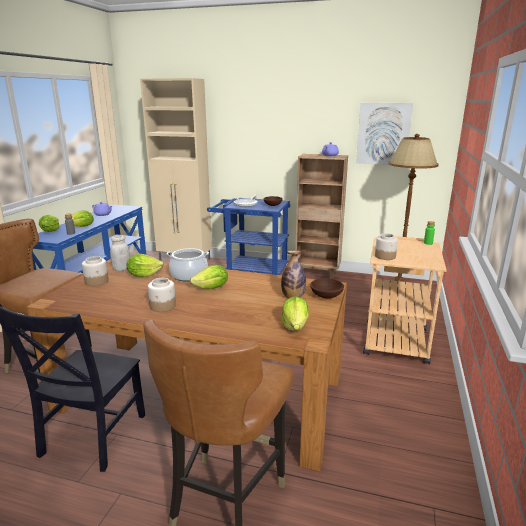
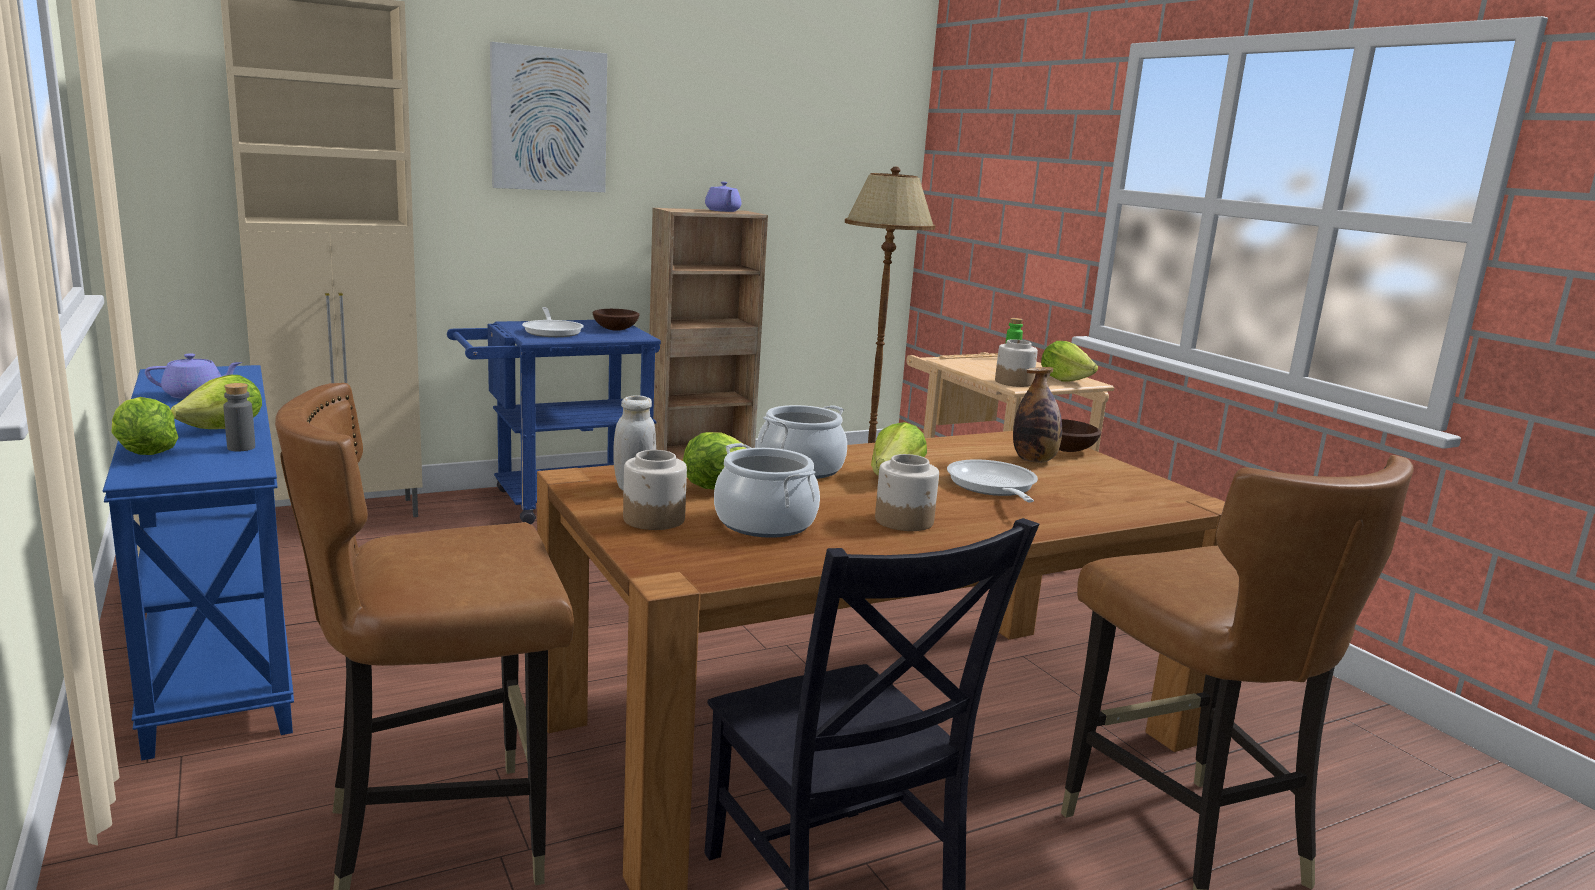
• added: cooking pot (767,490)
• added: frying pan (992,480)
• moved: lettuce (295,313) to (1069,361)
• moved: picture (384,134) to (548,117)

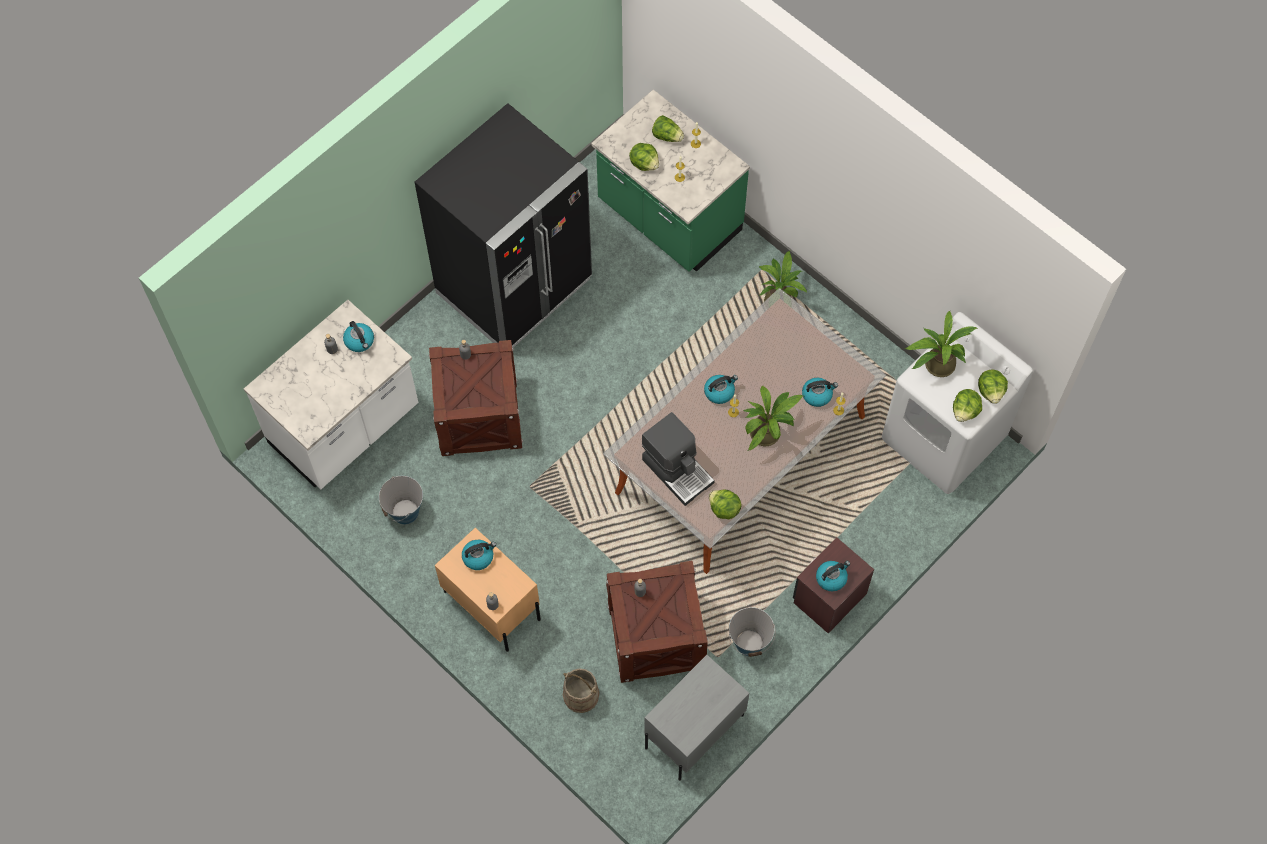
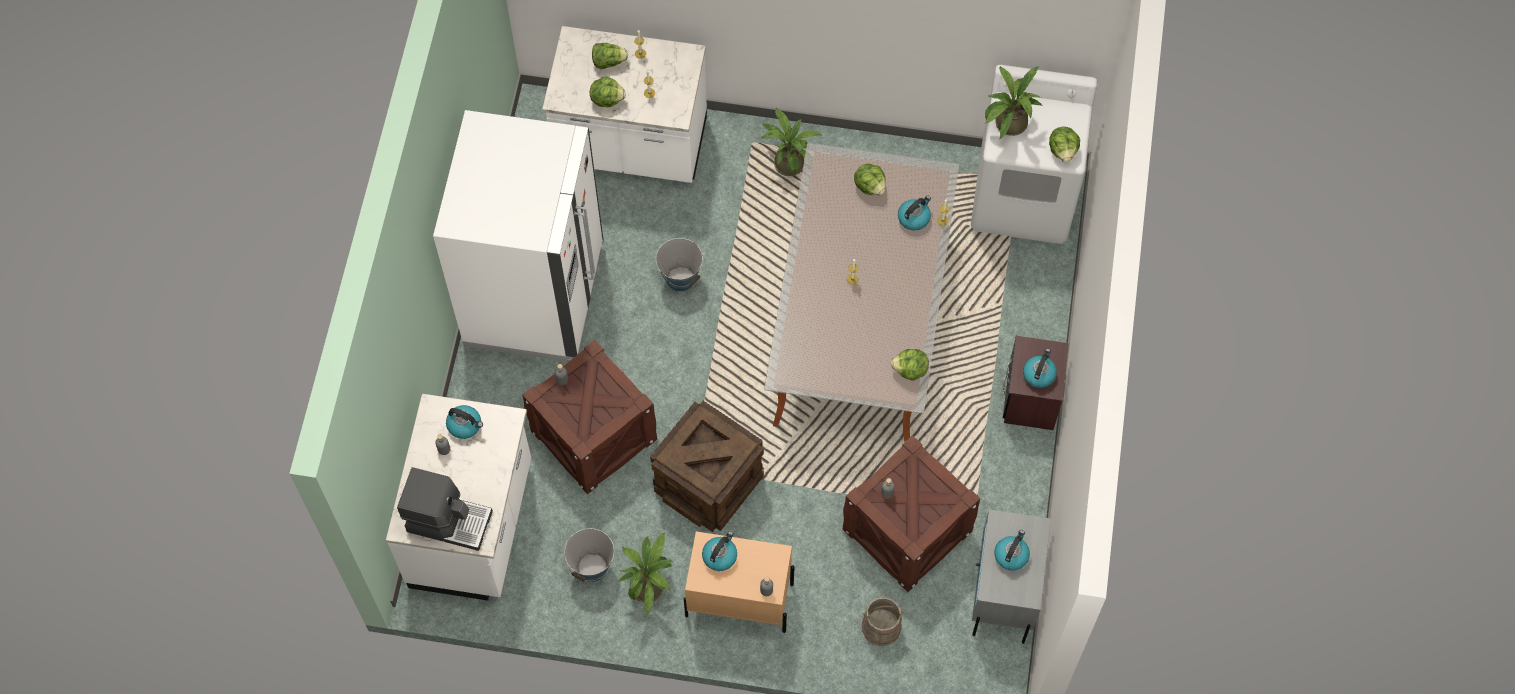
• added: crate (707,466)
• moved: coffee machine (678,459) to (445,509)
• moved: kettle (721,389) to (1012,550)
• moved: bucket (752,632) to (680,265)
• moved: potted plant (773,418) to (645,574)
• moved: lettuce (993,387) to (870,179)
• recoloured: black fridge (503,225) to white fridge (518,235)
• recoloured: green counter (670,181) to white counter (624,104)

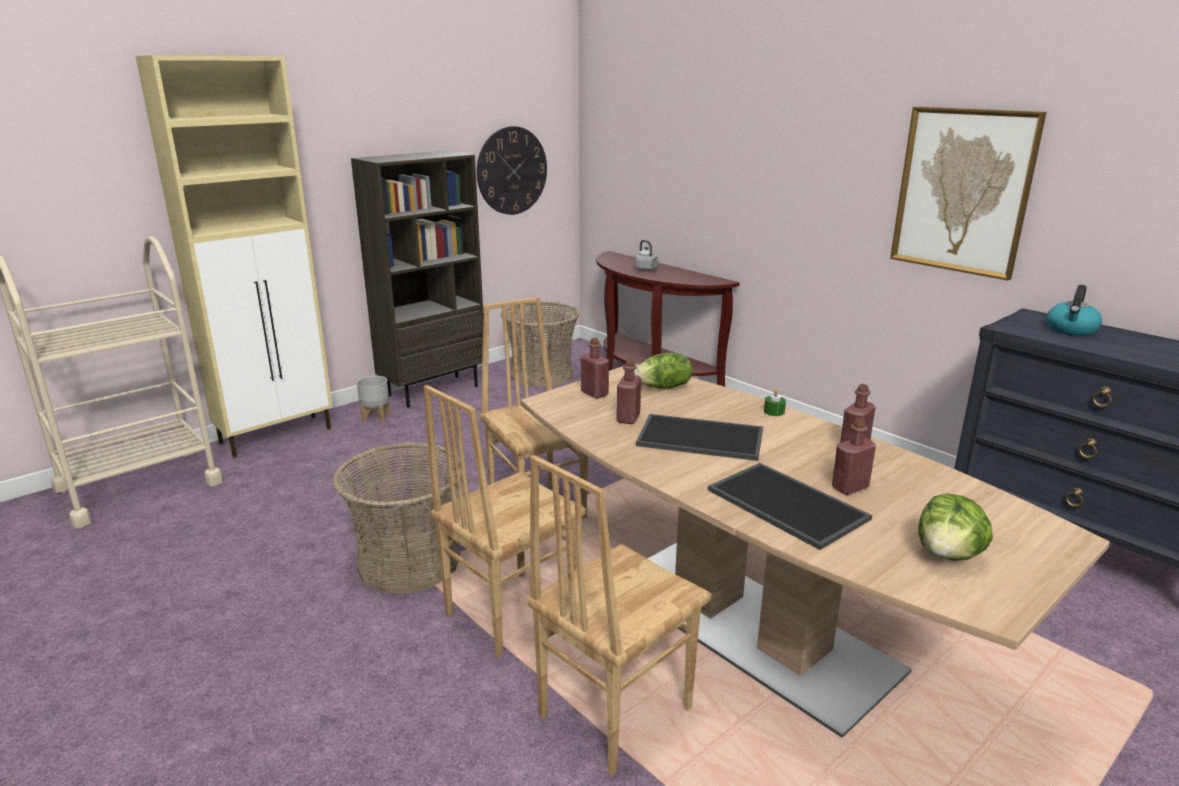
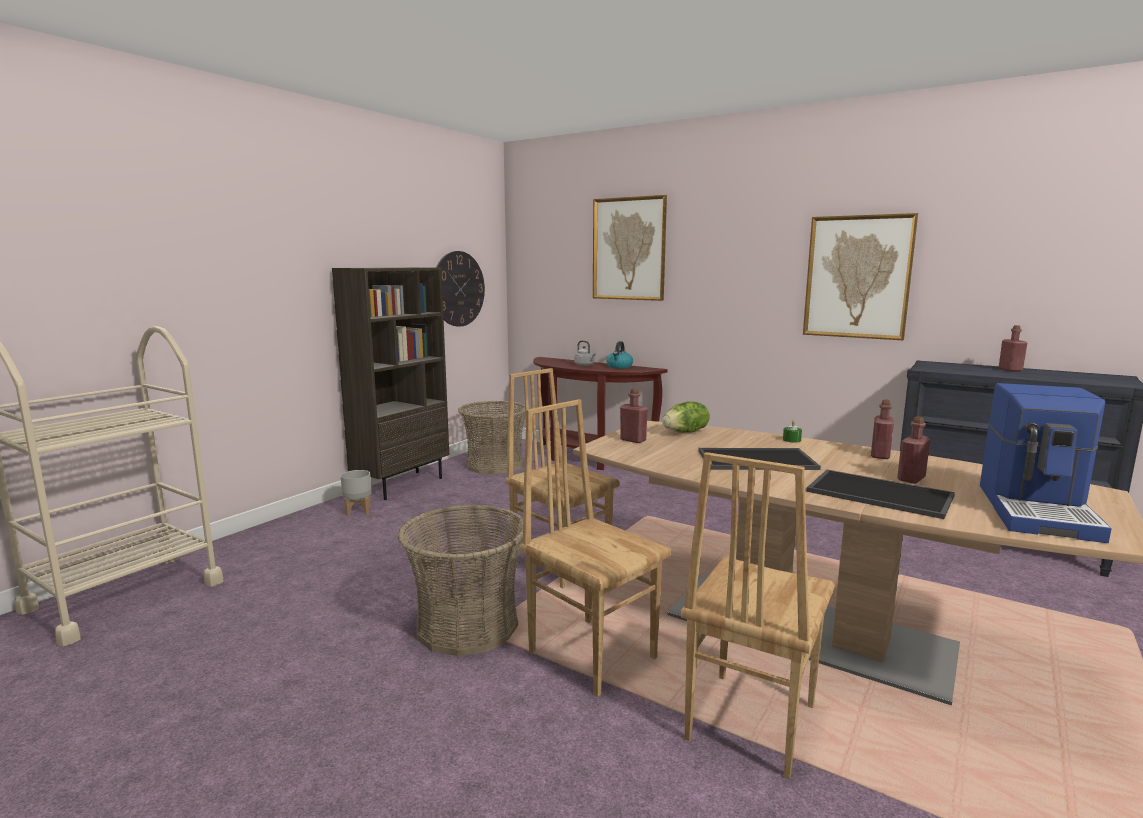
• removed: beige cabinet (234,256)
• added: picture (630,248)
• moved: red bottle (629,391) to (1013,348)
• moved: kettle (1074,310) to (619,354)
• replaced: lettuce (955,527) to coffee machine (1046,463)
• turned: brown chair (505,521) = (595,548) 105 degrees clockwise

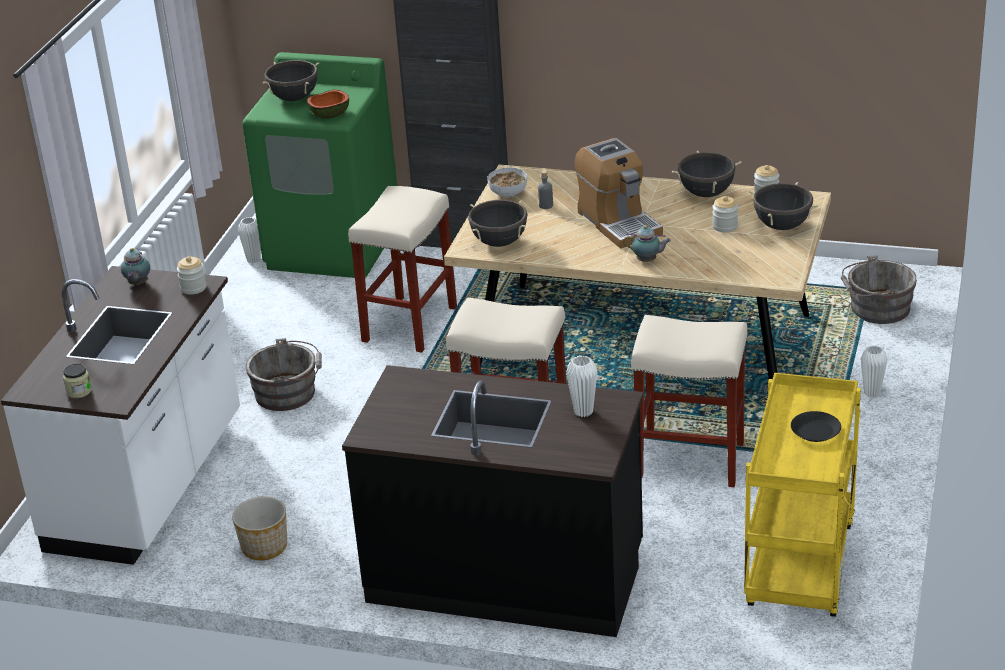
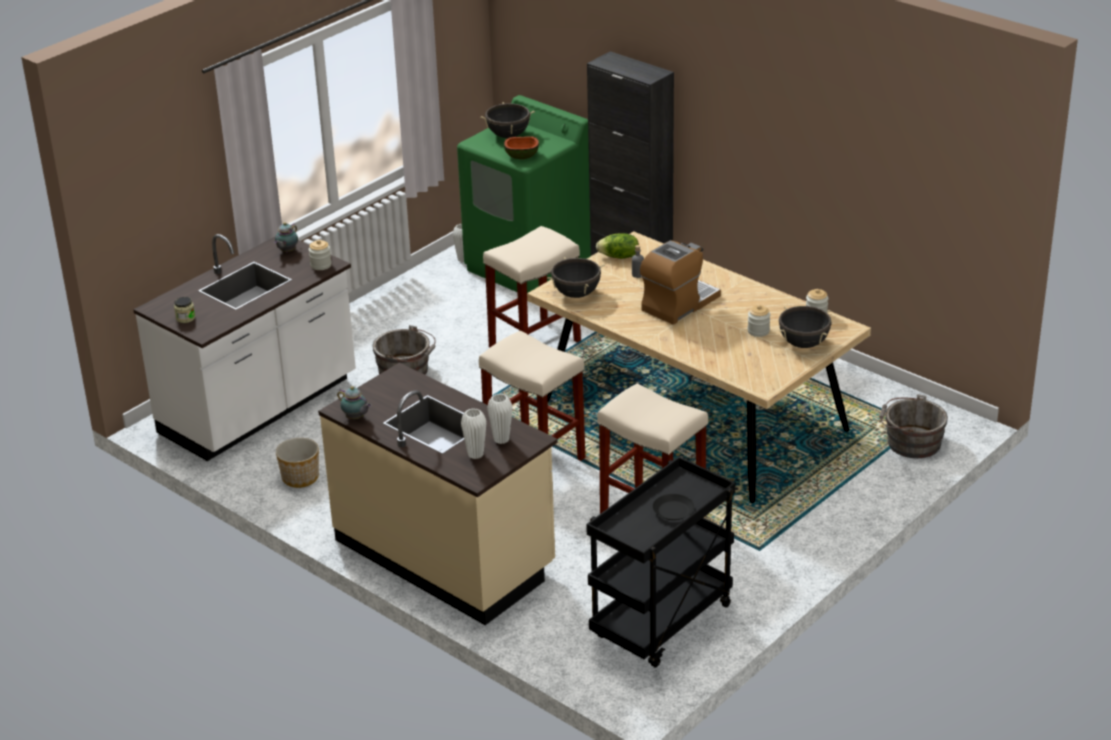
• removed: black cooking pot (706,173)
• moved: teapot (647,243) to (354,402)
• moved: white vase (874,372) to (474,433)
• replaced: bowl (507,183) to lettuce (617,246)
• recoloured: black counter (492,501) to beige counter (438,494)
• recoloured: yellow cart (802,495) to black cart (660,562)
• turned: coffee machine (619,193) = (680,282) 135 degrees counterclockwise

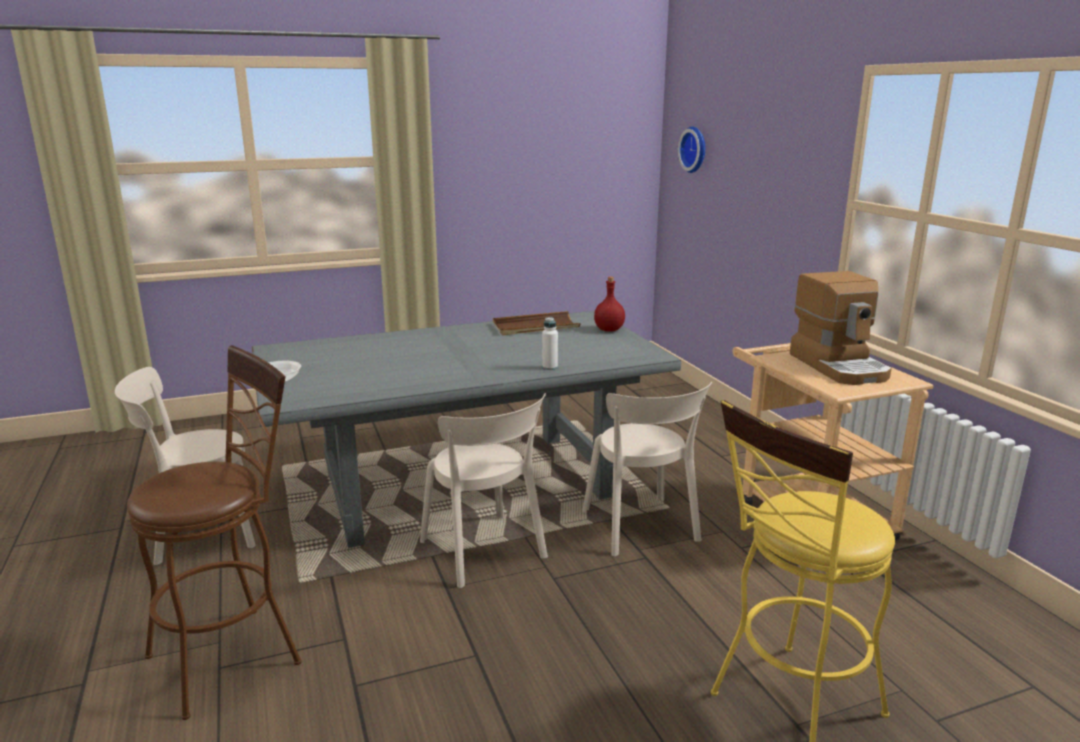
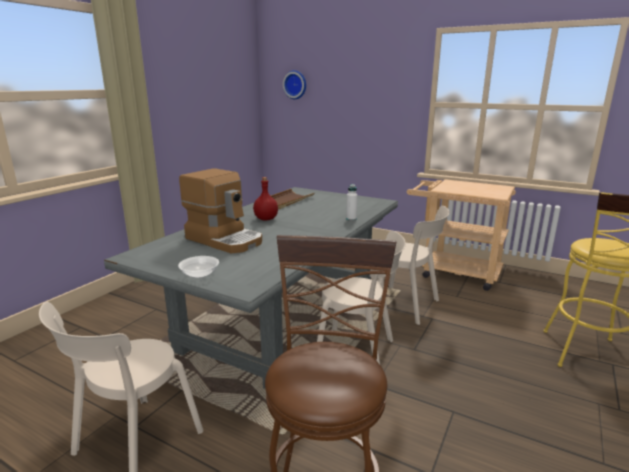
• moved: red bottle (609,304) to (265,199)
• moved: coffee machine (840,328) to (220,211)

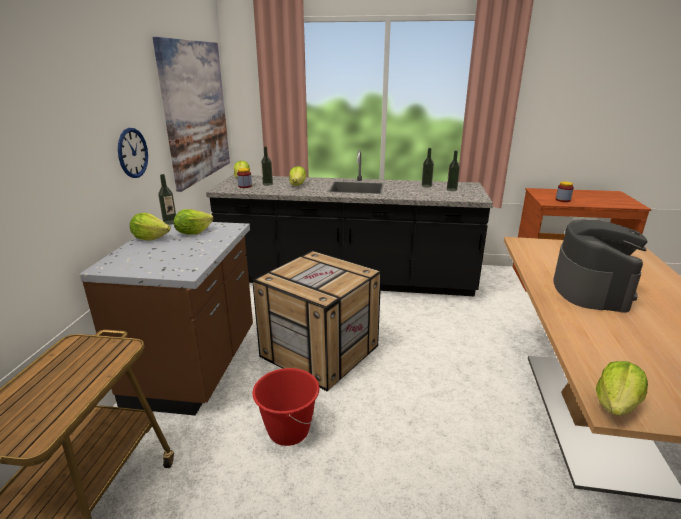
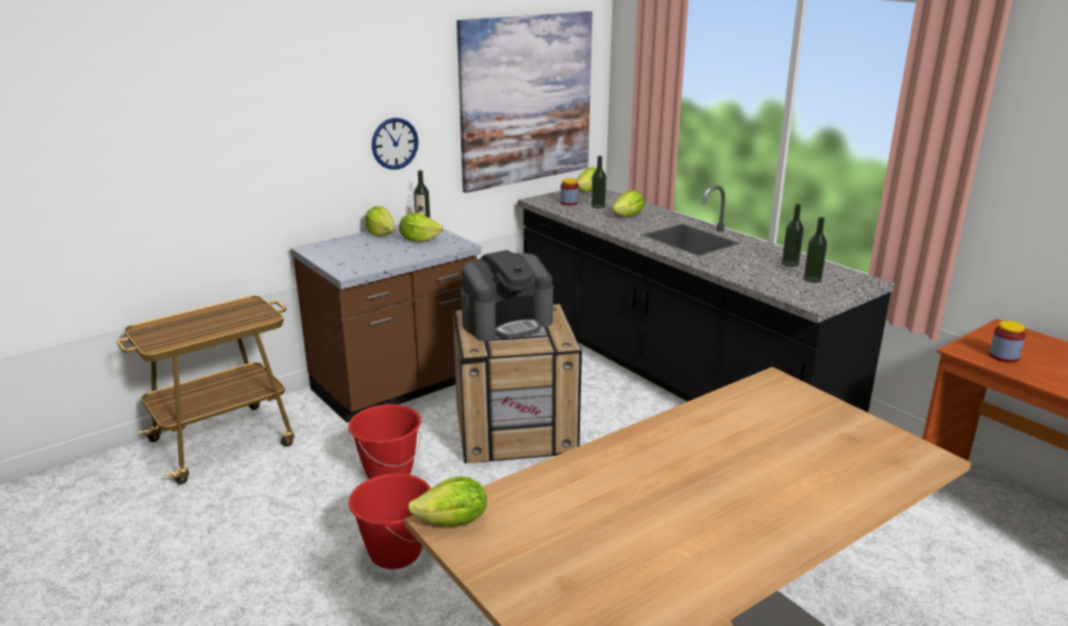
• added: red bucket (390,521)
• moved: coffee machine (600,266) to (507,295)

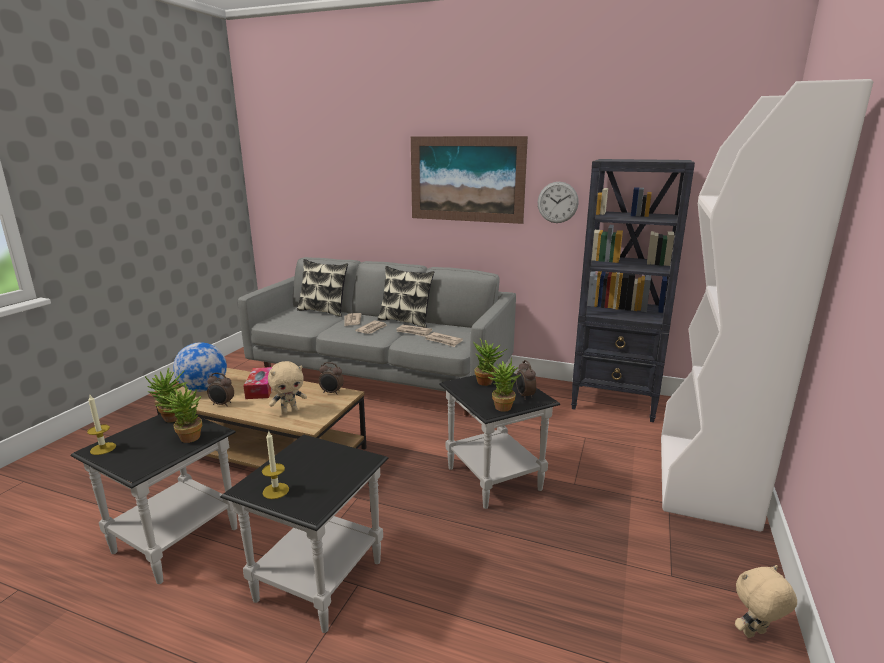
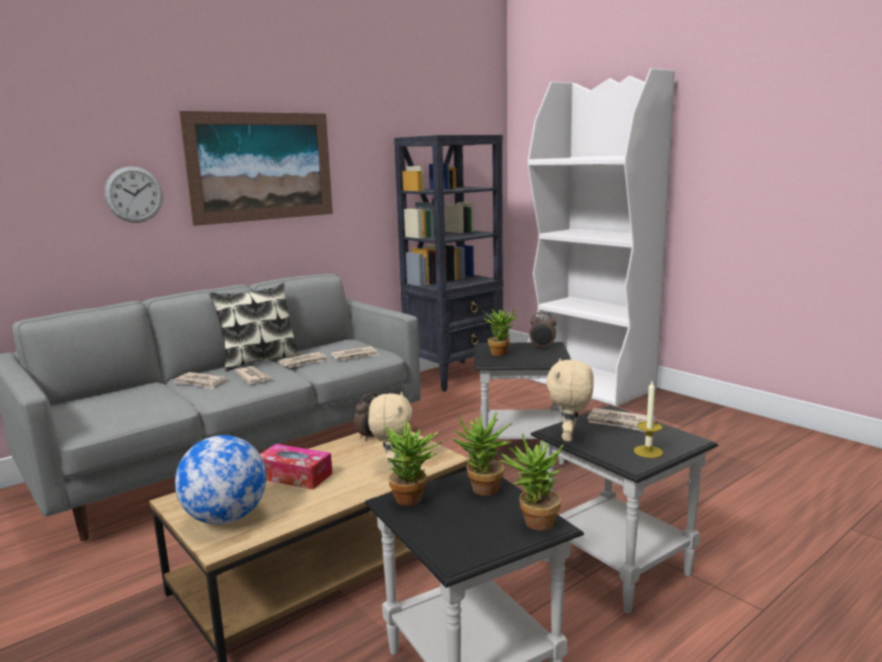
• removed: candle (101,425)
• removed: alarm clock (220,390)
• removed: pillow (322,288)
• added: newspaper (621,420)
• moved: potted plant (501,384) to (531,482)
• moved: wall clock (558,202) to (133,194)
• moved: beige plush toy (766,601) to (570,400)

